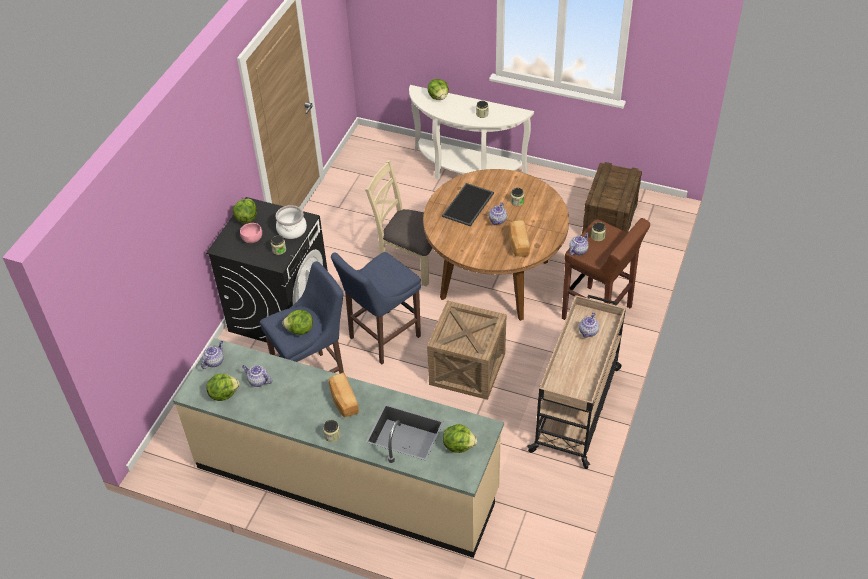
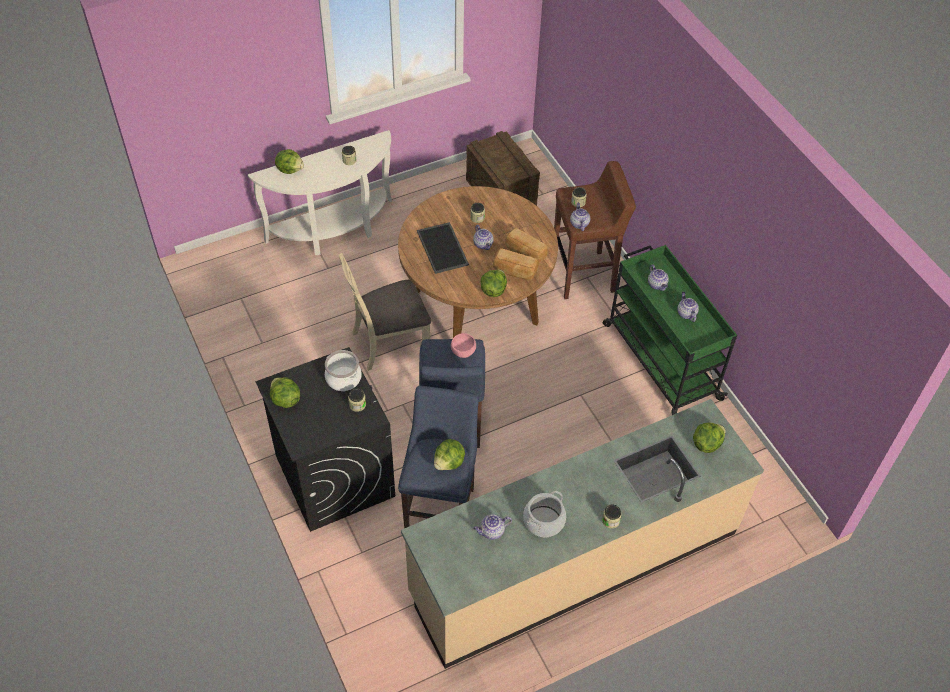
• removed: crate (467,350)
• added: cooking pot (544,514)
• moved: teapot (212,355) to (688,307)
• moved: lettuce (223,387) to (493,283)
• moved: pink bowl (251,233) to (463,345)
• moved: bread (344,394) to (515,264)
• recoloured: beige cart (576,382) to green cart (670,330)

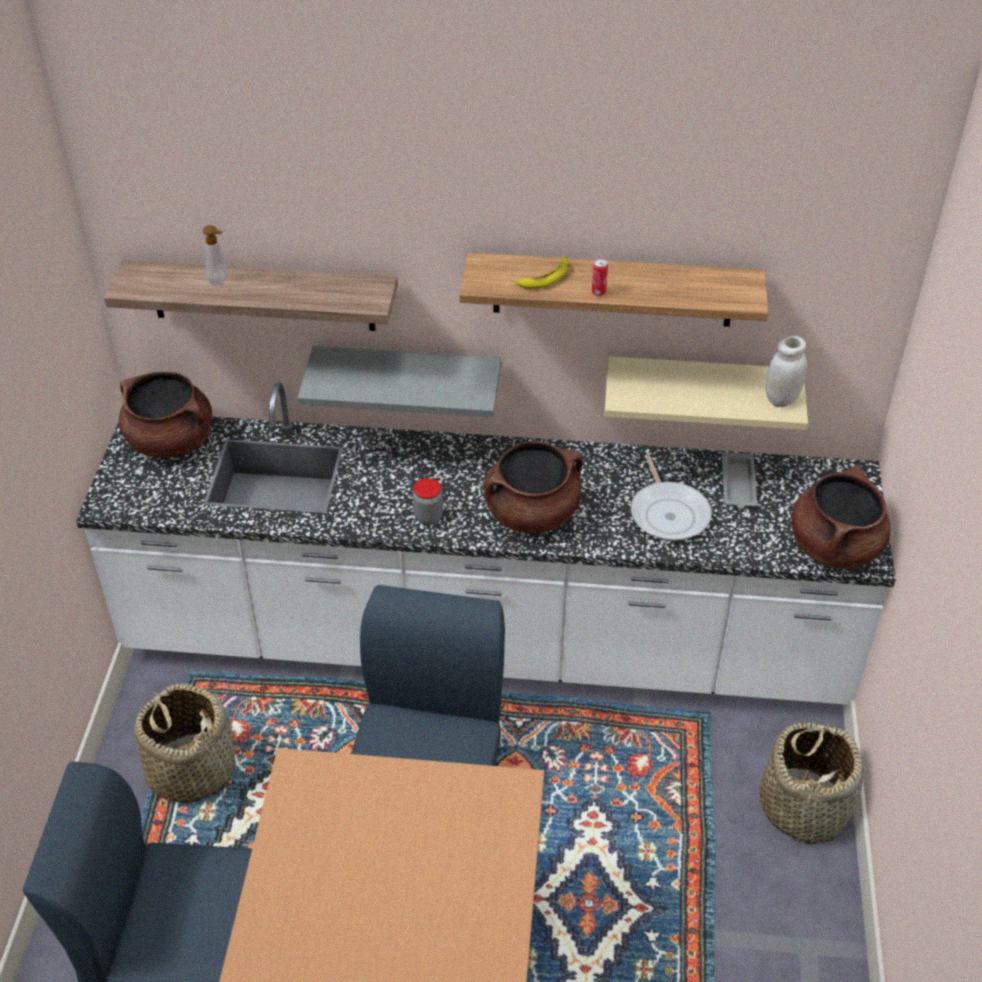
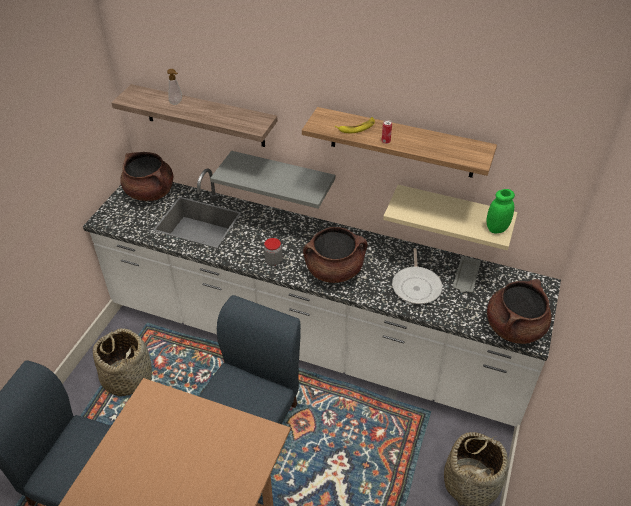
• recoloured: white jar (786,371) to green jar (501,211)

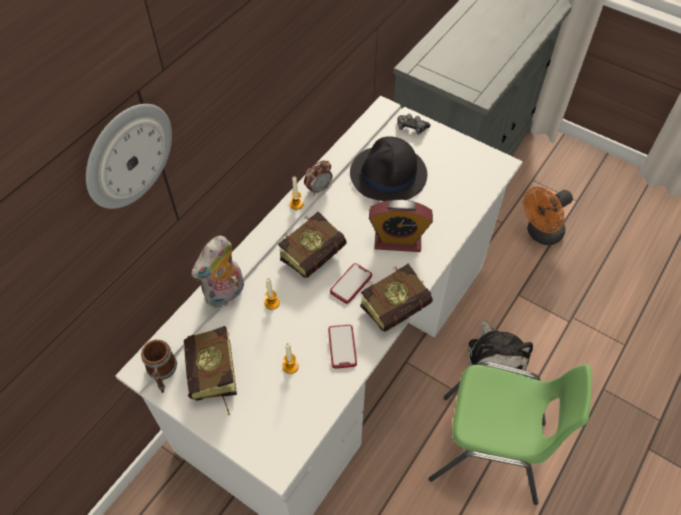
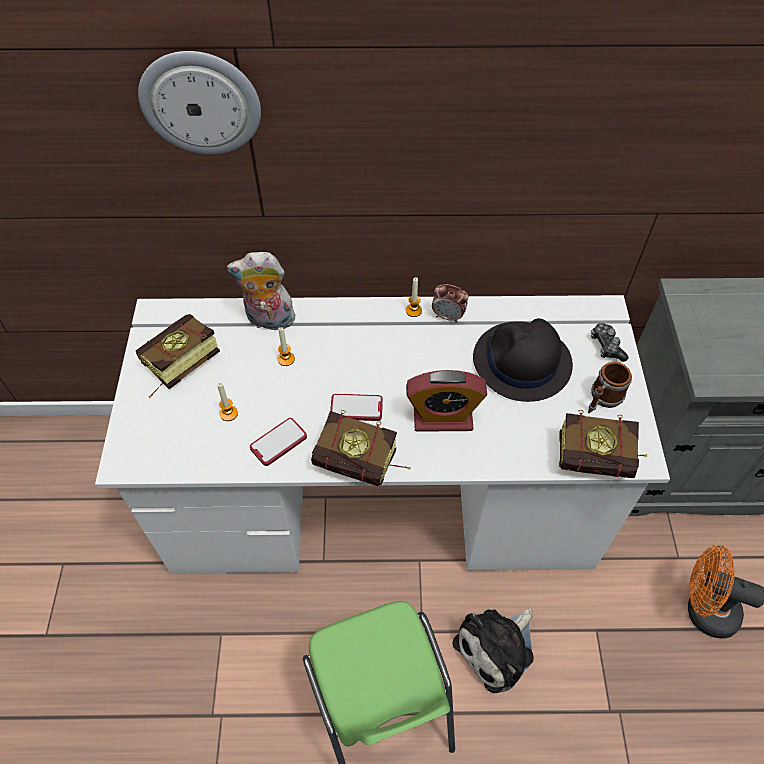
• moved: mug (159,366) to (610,387)
• moved: book (312,245) to (603,444)
• turned: alarm clock (401,226) = (446,401) 60 degrees counterclockwise

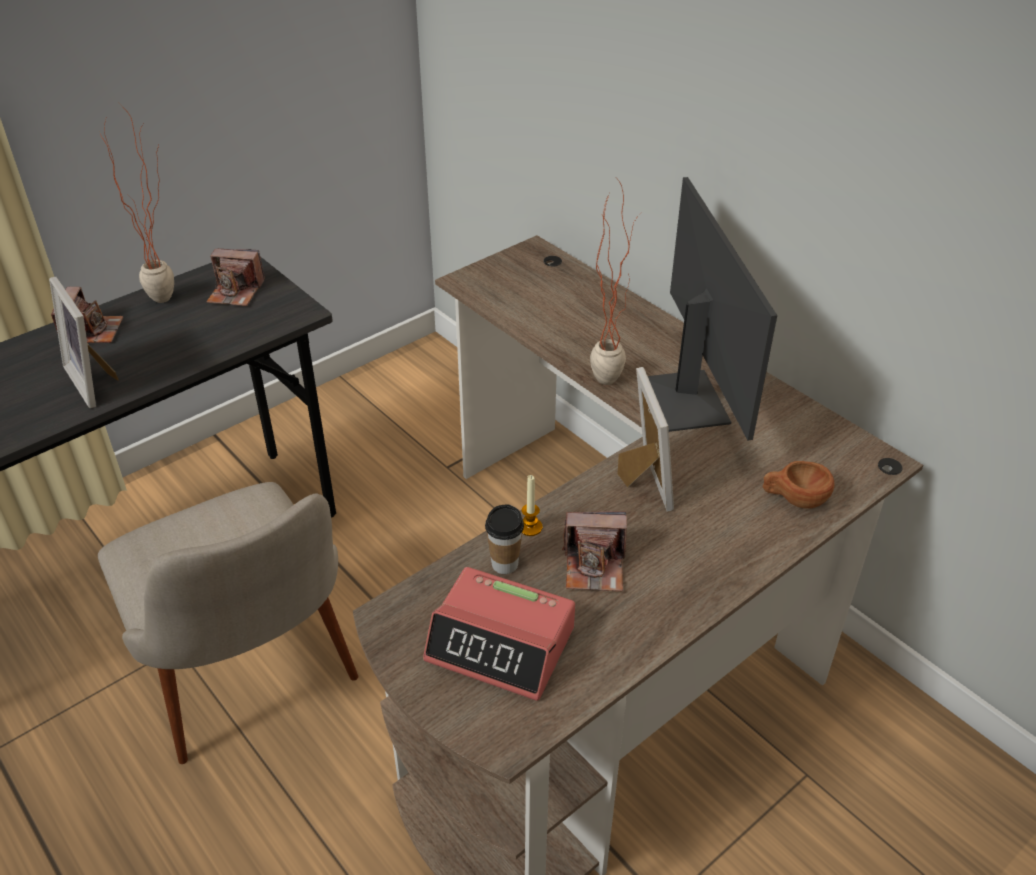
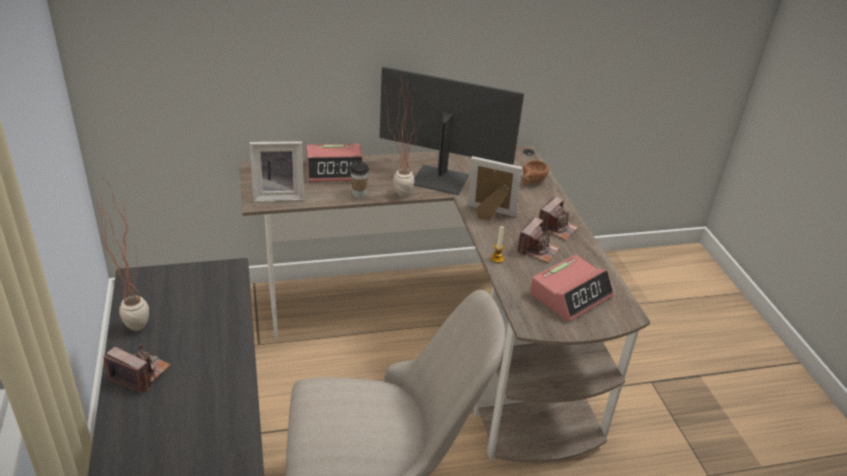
• added: alarm clock (334,163)
• moved: picture frame (84,342) to (276,171)
• moved: photo camera (235,277) to (559,218)
• moved: cup (504,539) to (359,179)

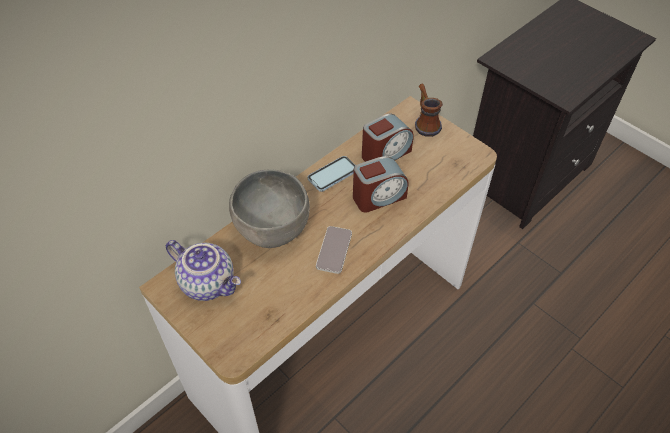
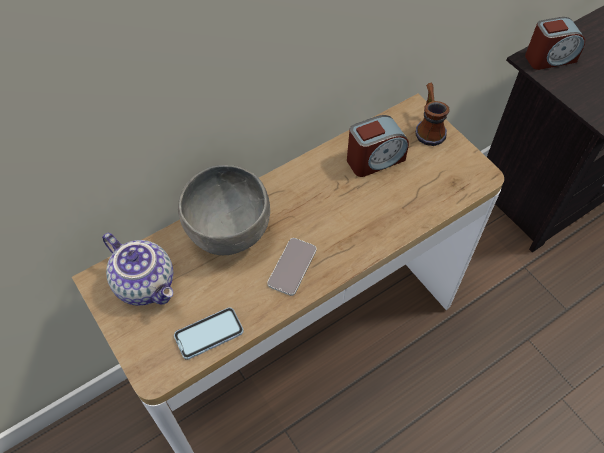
• moved: phone (332,174) to (209,333)
• moved: alarm clock (381,184) to (555,43)

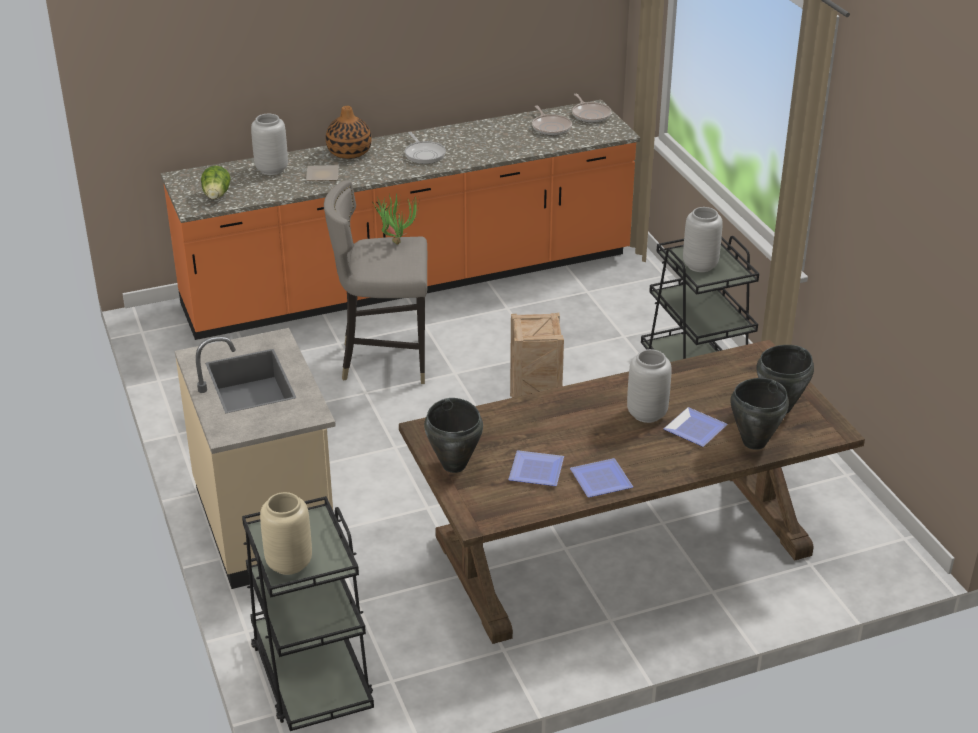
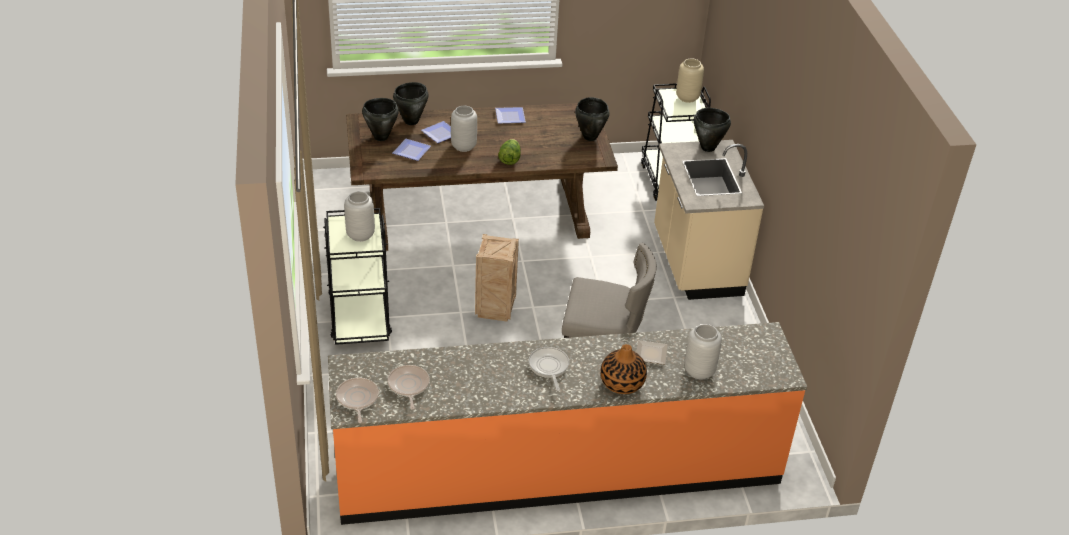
• removed: potted plant (396,219)
• added: black cooking pot (712,130)
• moved: lettuce (216,182) to (509,152)
• moved: plate (536,468) to (412,150)

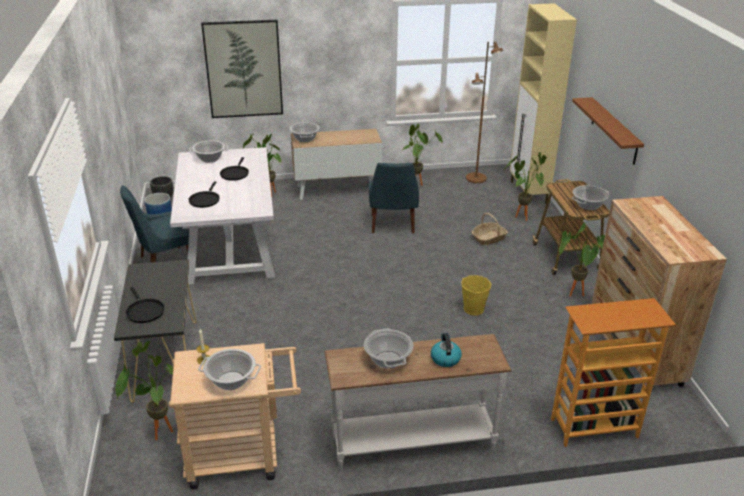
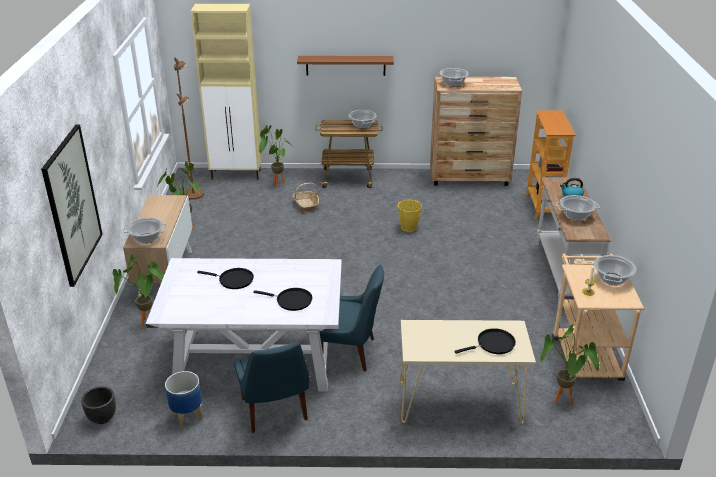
• removed: potted plant (582,260)
• moved: cooking pot (208,151) to (454,77)
• moved: blue chair (394,198) to (351,318)
• recoloured: black console table (155,331) to beige console table (468,372)

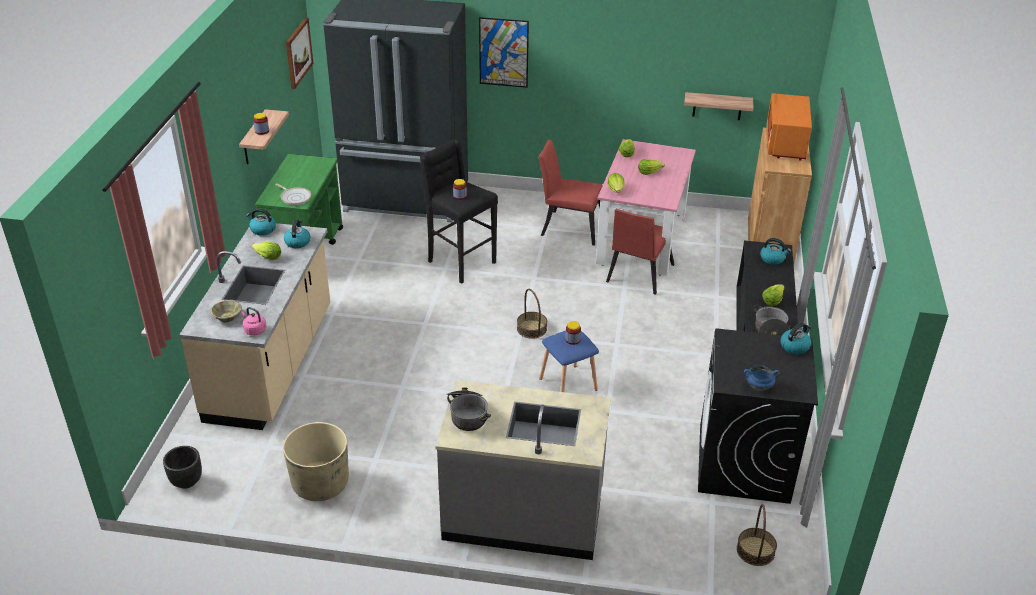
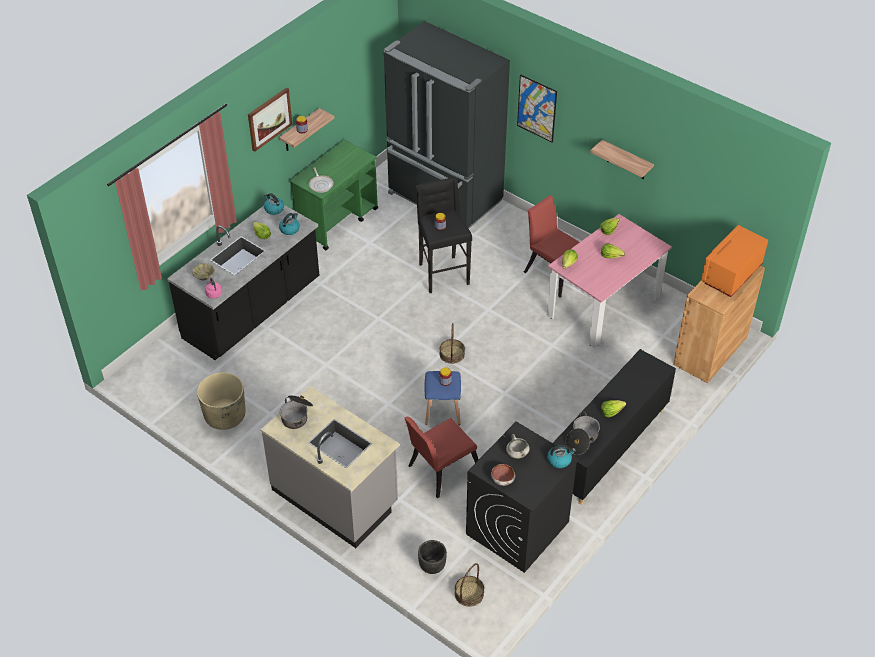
• removed: kettle (775,251)
• added: white cooking pot (518,446)
• moved: black planter (182,467) to (432,557)
• moved: picture (299,53) to (270,119)
• moved: red chair (640,252) to (442,457)
• moved: shelf (718,106) to (622,159)
• replaced: blue cooking pot (762,378) to bowl (503,475)
• recoloured: beige counter (254,326) to black counter (243,282)

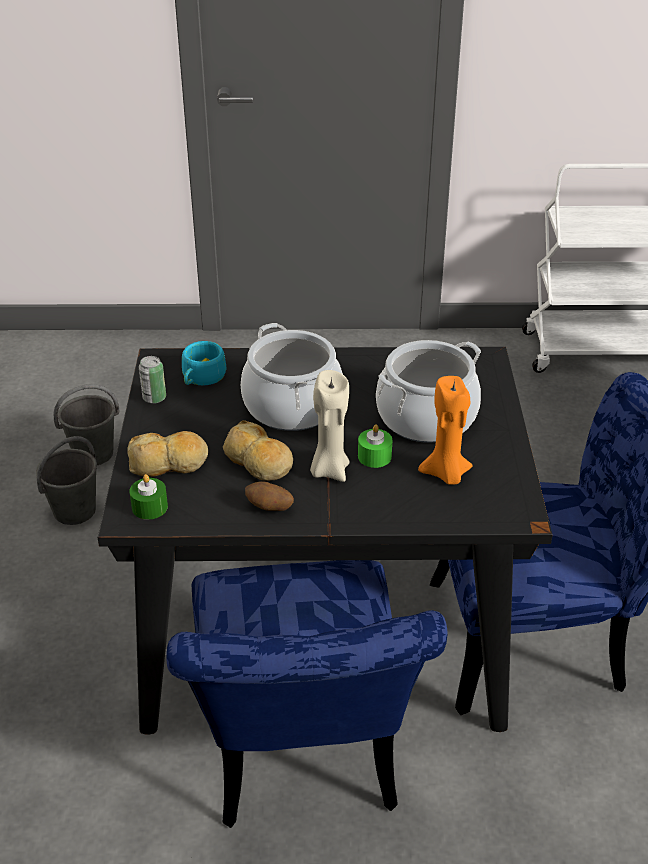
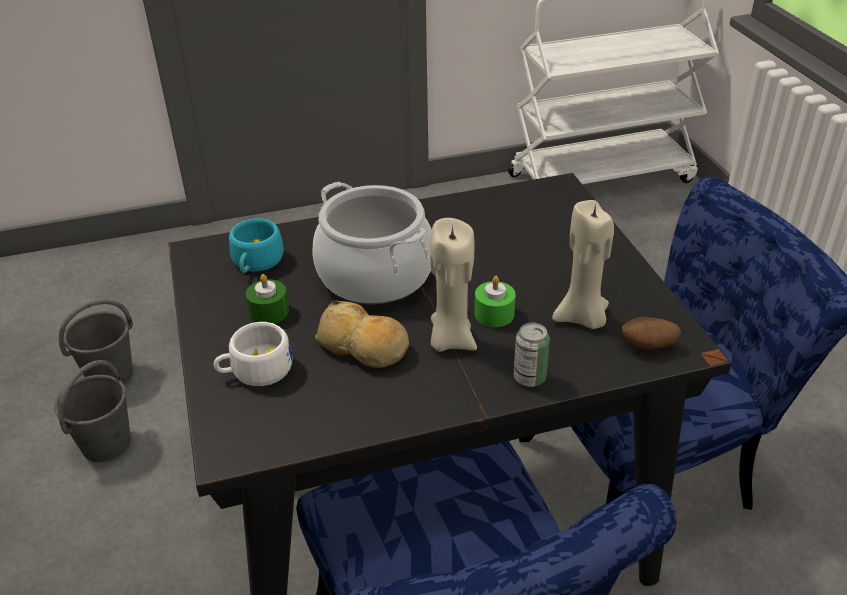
• removed: cooking pot (428,391)
• moved: green candle (148,497) to (267,299)
• moved: can (152,380) to (532,354)
• moved: potato (269,496) to (651,333)
• replaced: bread (167,454) to white cup (253,354)
• recoloured: orange candle (445,430) to beige candle (583,264)

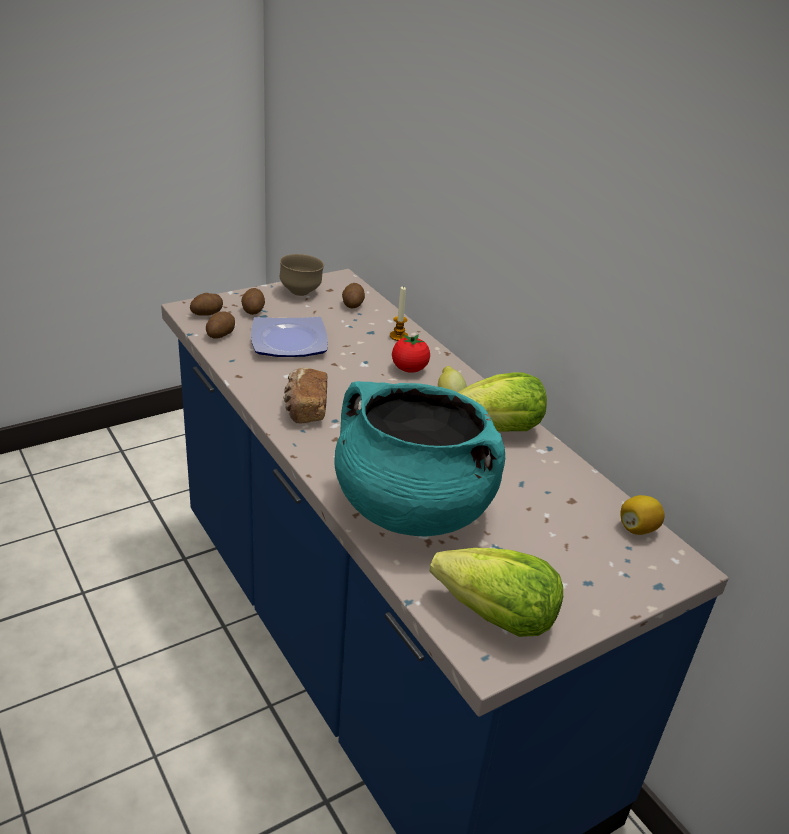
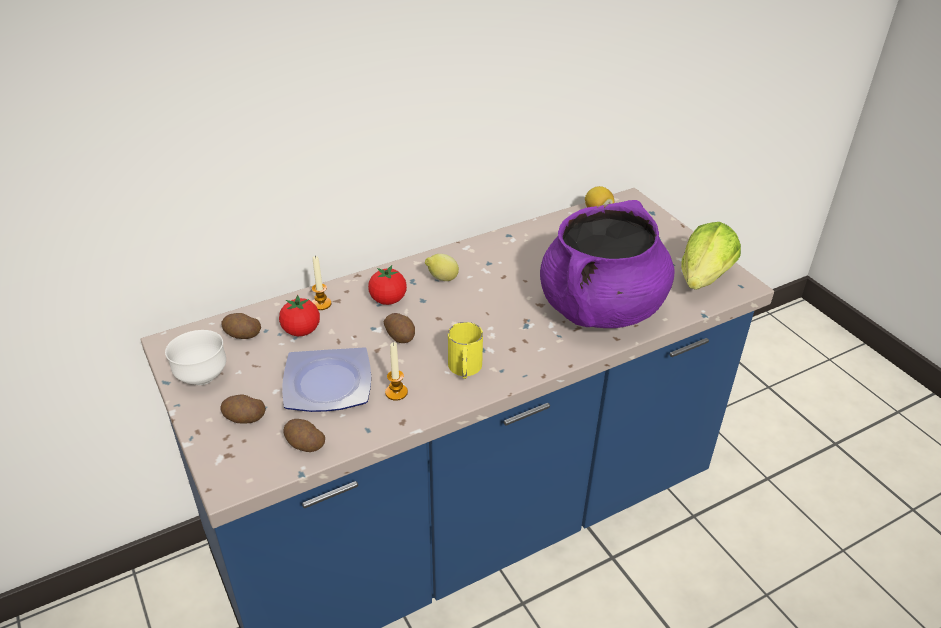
• removed: lettuce (502,402)
• added: tomato (299,315)
• added: candle (396,371)
• moved: potato (206,304) to (399,328)
• replaced: bread (305,396) to yellow mug (465,350)
• recoloured: brown bowl (302,275) to white bowl (195,357)
• recoloured: turquoise cooking pot (419,459) to purple cooking pot (607,264)

